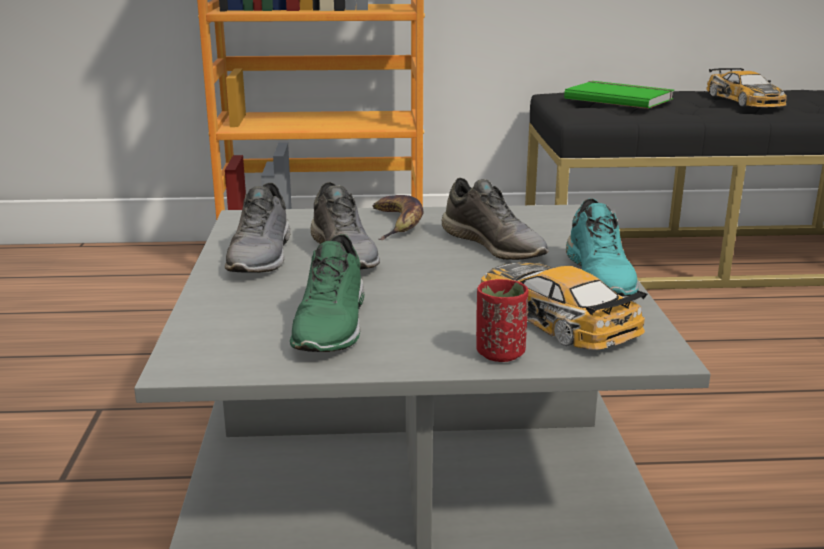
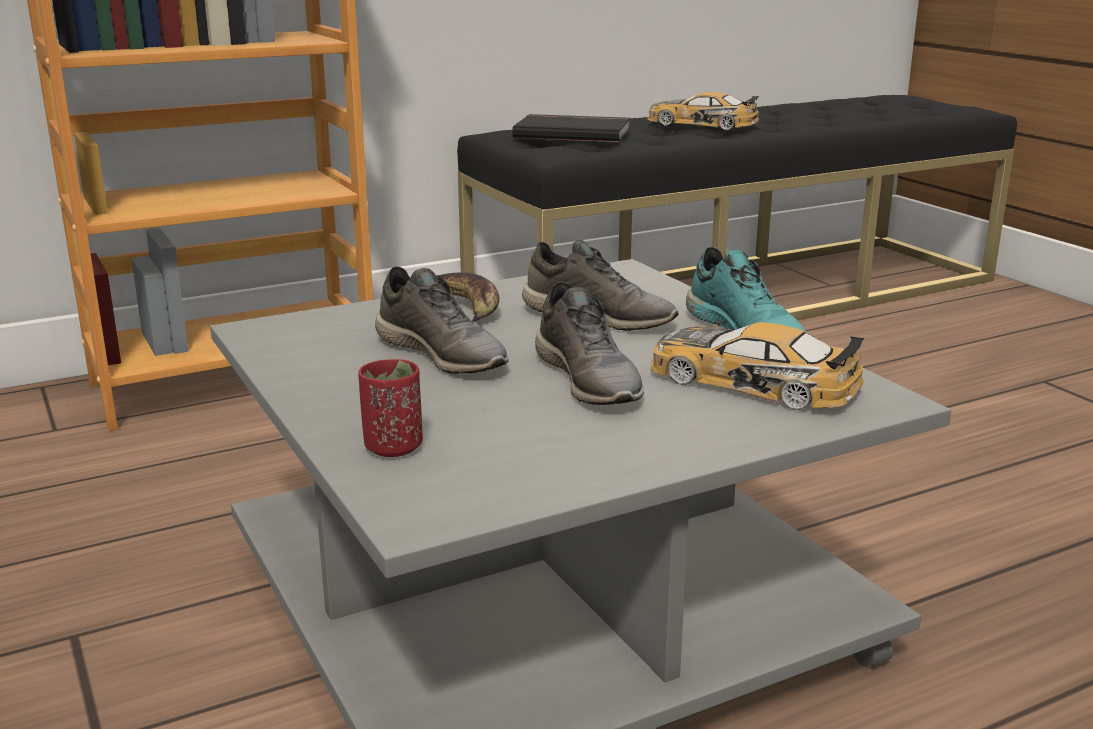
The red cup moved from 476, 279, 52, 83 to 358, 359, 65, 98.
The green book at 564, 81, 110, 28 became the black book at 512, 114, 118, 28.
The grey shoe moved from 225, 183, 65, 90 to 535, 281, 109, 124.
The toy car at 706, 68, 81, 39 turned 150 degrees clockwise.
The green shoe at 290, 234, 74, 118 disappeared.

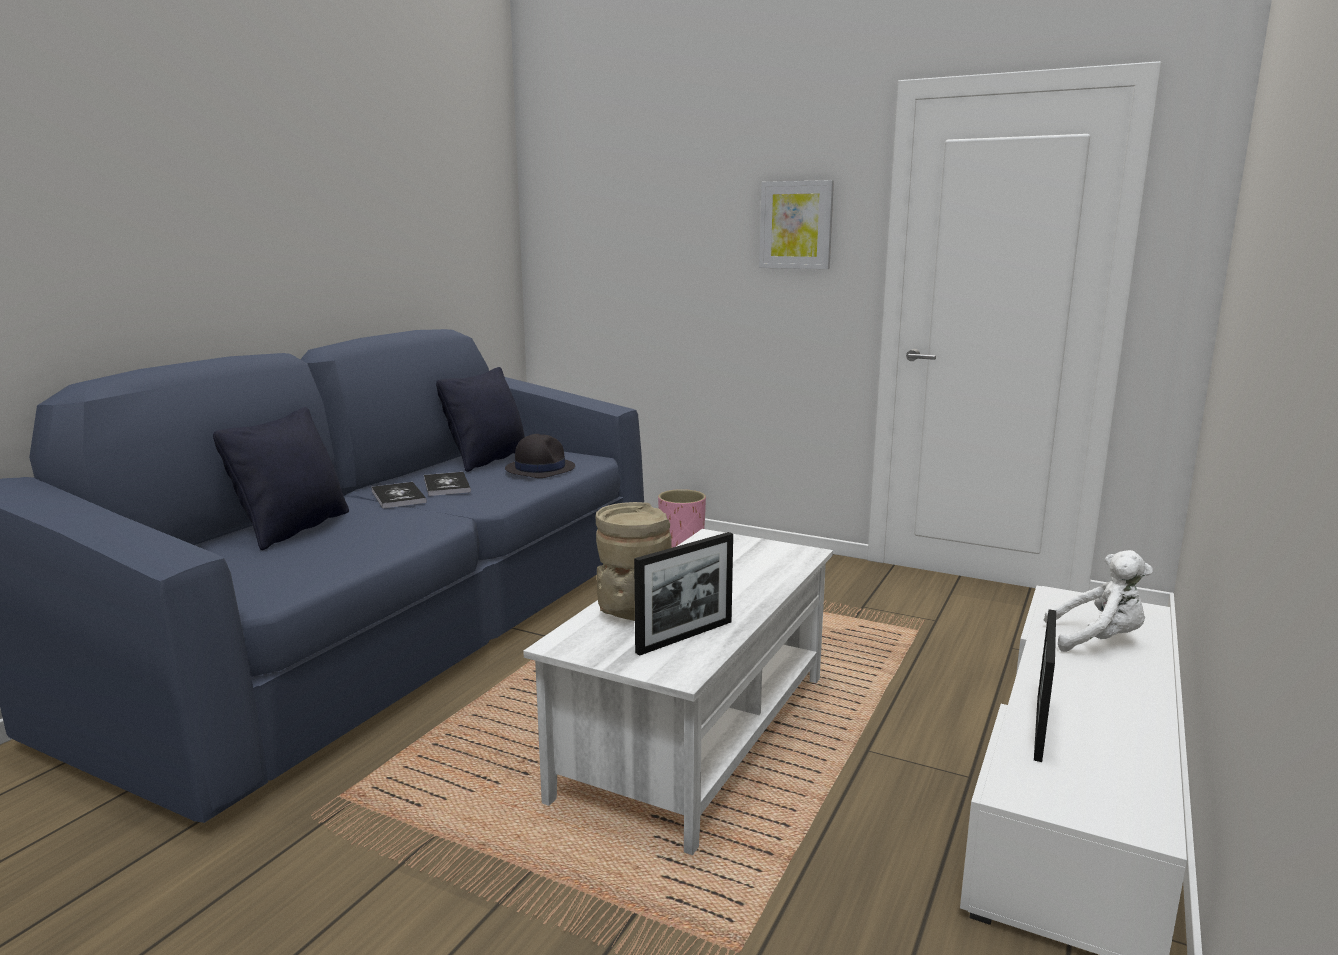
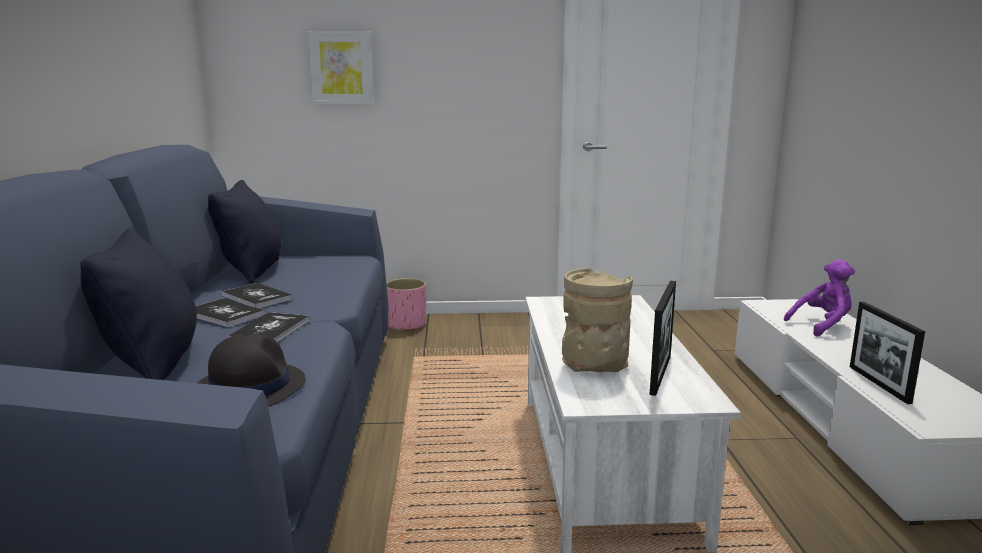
The black hat moved from 505, 434, 70, 44 to 198, 334, 107, 72.
The book at 228, 312, 82, 30 appeared.
The picture moved from 759, 180, 75, 89 to 308, 31, 66, 73.
The white plush toy at 1044, 550, 109, 102 became the purple plush toy at 784, 259, 71, 77.

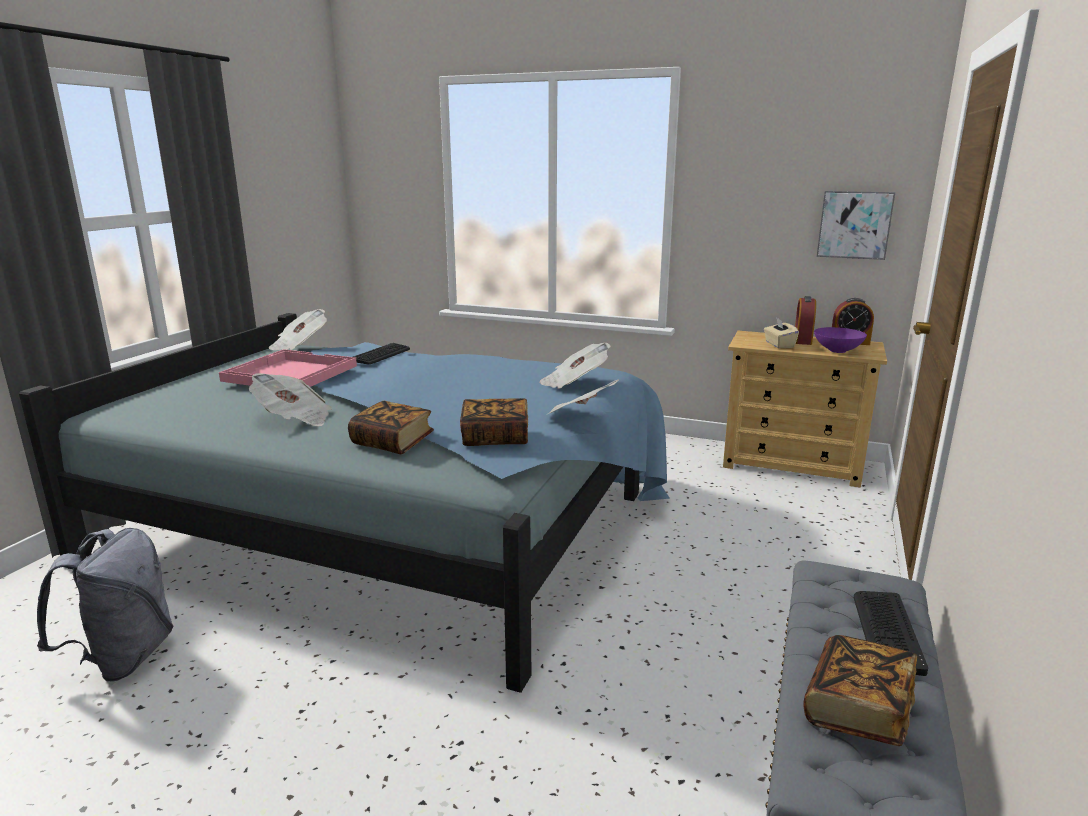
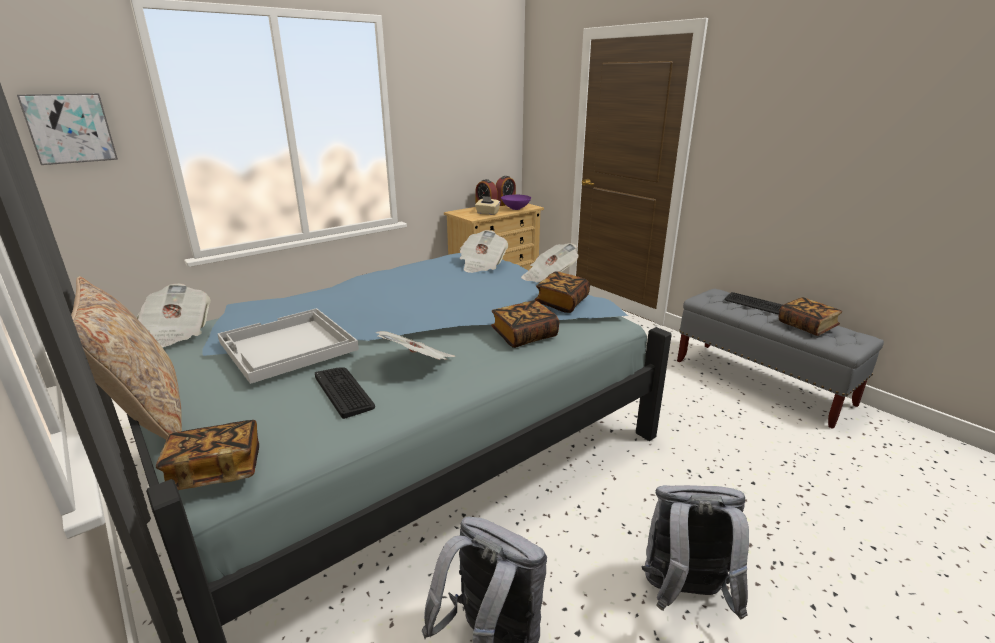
The picture moved from 817, 191, 78, 69 to 17, 93, 101, 72.
The beige pillow at 71, 276, 111, 164 appeared.
The book at 156, 420, 103, 70 appeared.
The pink tray at 219, 349, 138, 38 became the white tray at 217, 308, 142, 76.
The keyboard moved from 353, 343, 57, 21 to 315, 367, 60, 52.
The grey backpack at 642, 485, 107, 135 appeared.

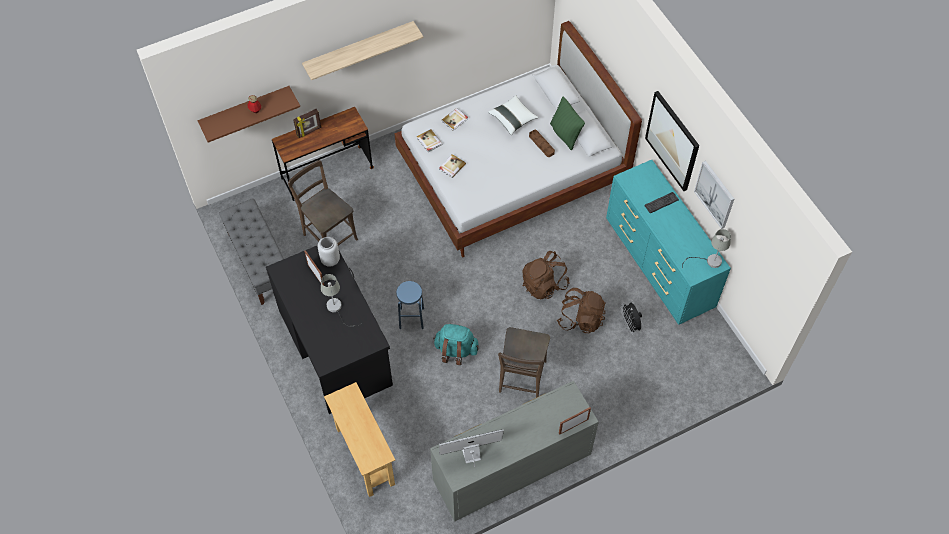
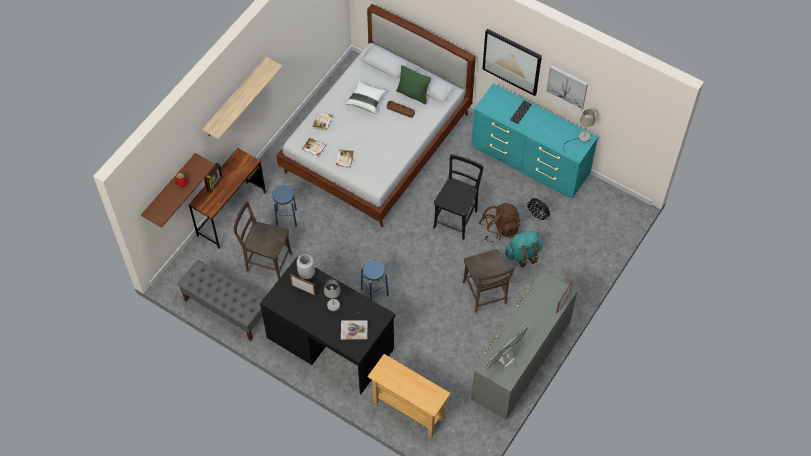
The blue stool at 272, 185, 25, 41 appeared.
The book at 341, 320, 27, 20 appeared.
The brown backpack at 522, 251, 47, 48 was replaced by the black chair at 433, 154, 51, 86.
The turquoise backpack moved from 433, 324, 46, 41 to 505, 231, 37, 36.

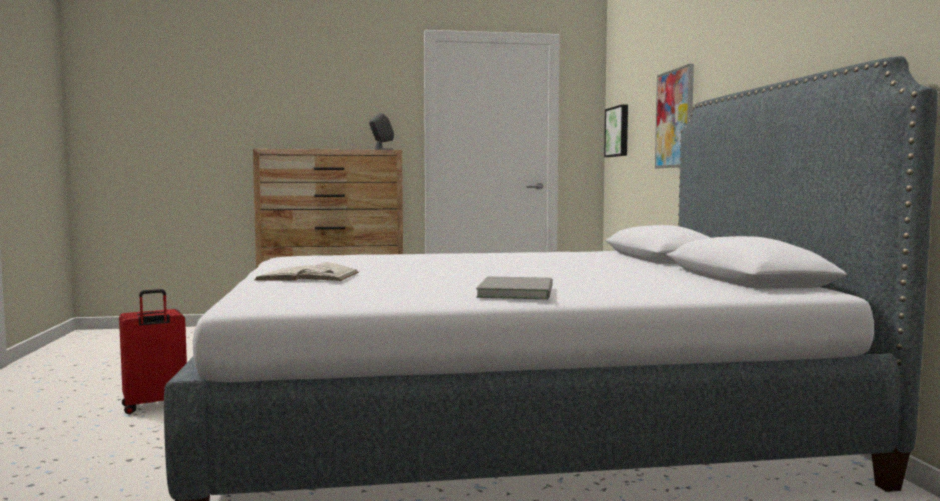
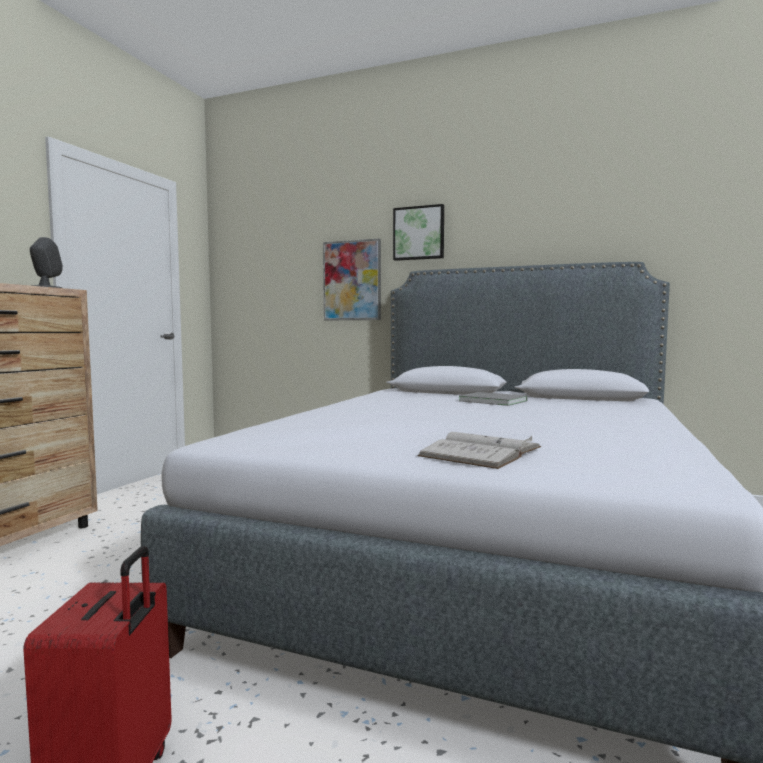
The picture moved from 604, 104, 24, 53 to 393, 204, 51, 57.
The grey book moved from 476, 276, 77, 23 to 459, 392, 69, 14.

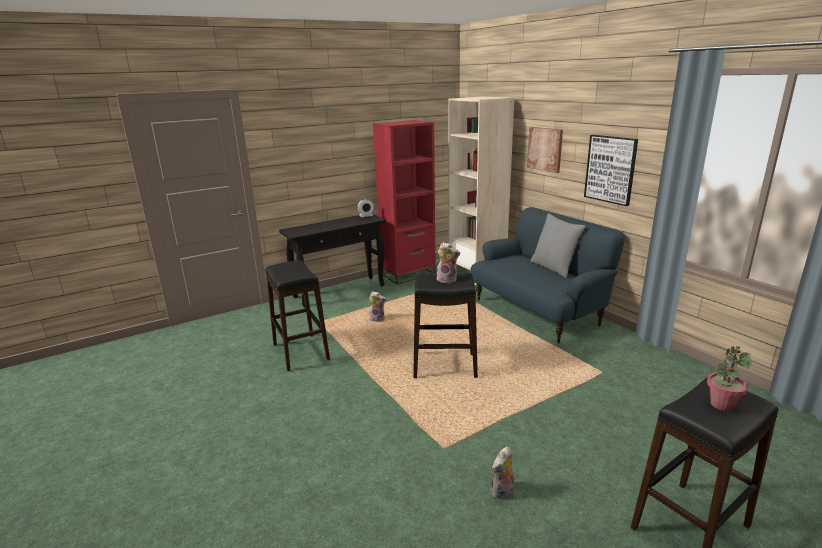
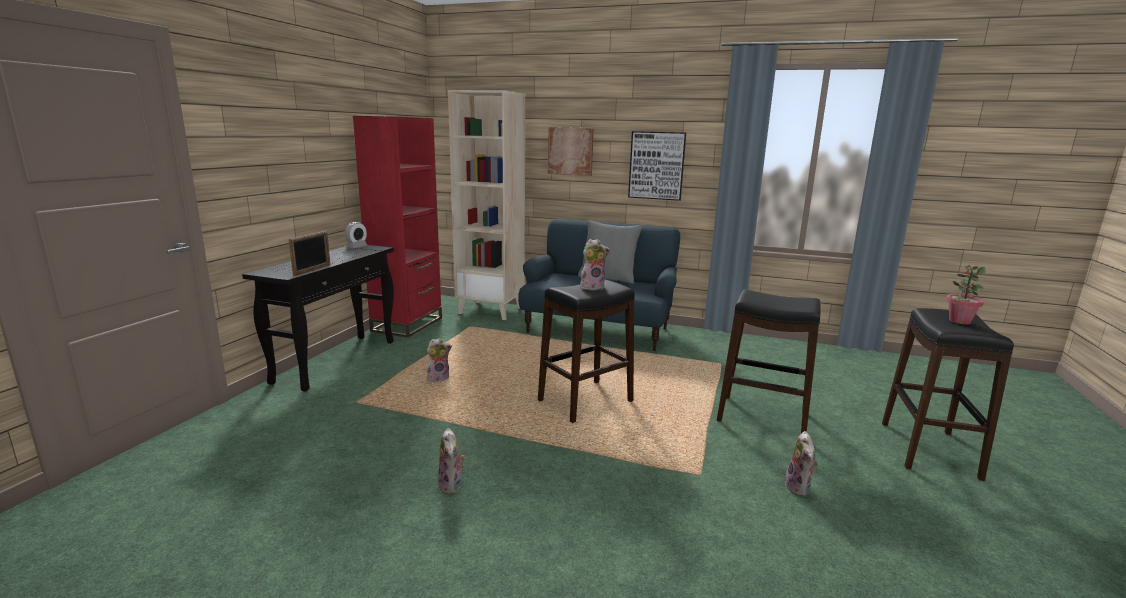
The picture frame at 289, 231, 41, 45 appeared.
The plush toy at 438, 428, 28, 66 appeared.
The black stool moved from 265, 260, 65, 111 to 717, 289, 104, 144.

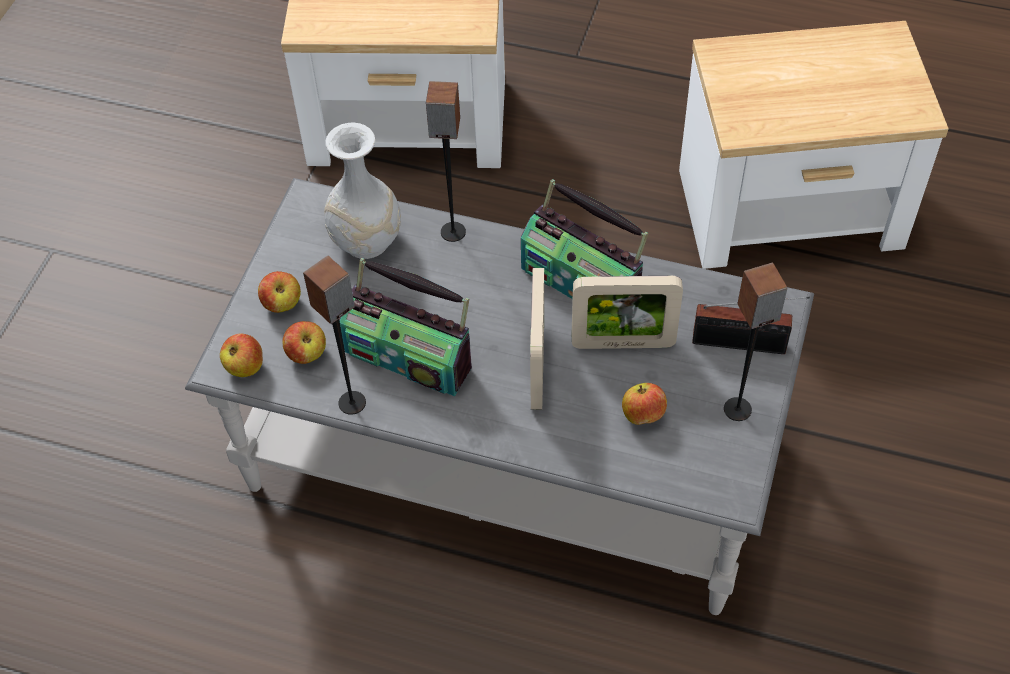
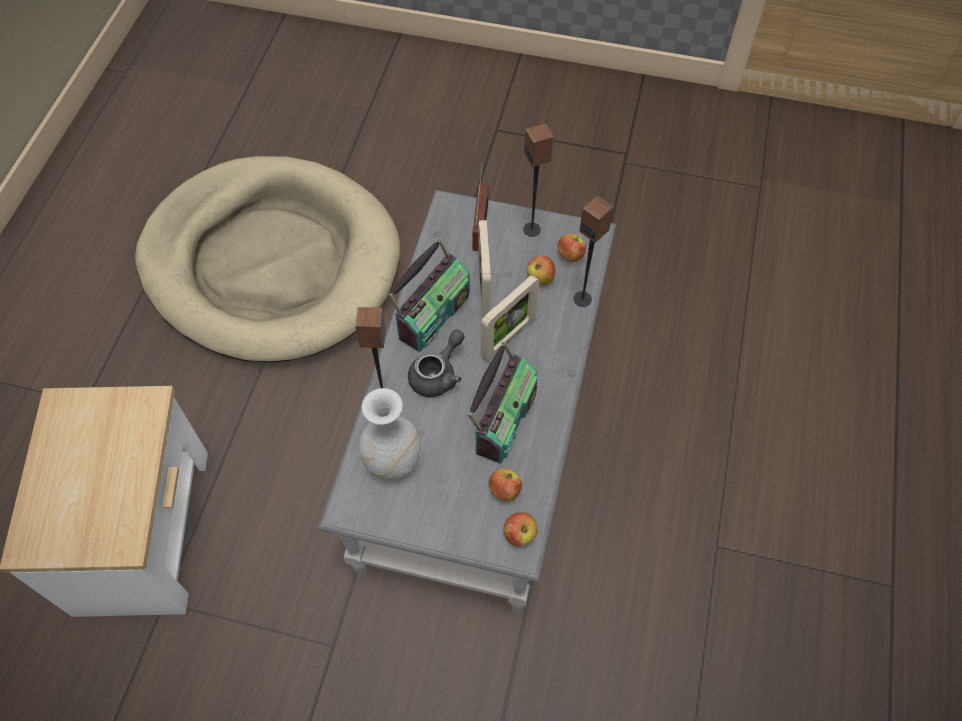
The side table at 679, 21, 270, 248 was replaced by the beige dog bed at 135, 156, 265, 206.
The grey teapot at 408, 329, 57, 68 appeared.
The picture frame at 530, 268, 14, 142 turned 135 degrees clockwise.
The apple moved from 258, 271, 43, 42 to 557, 234, 29, 28.
The speaker moved from 303, 256, 63, 159 to 573, 196, 41, 111.

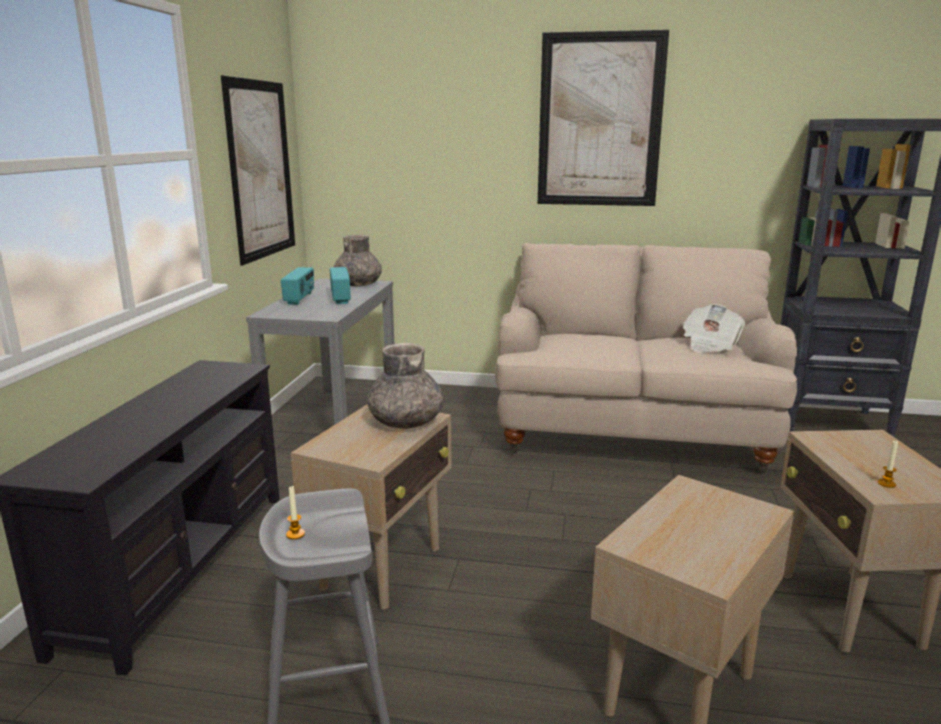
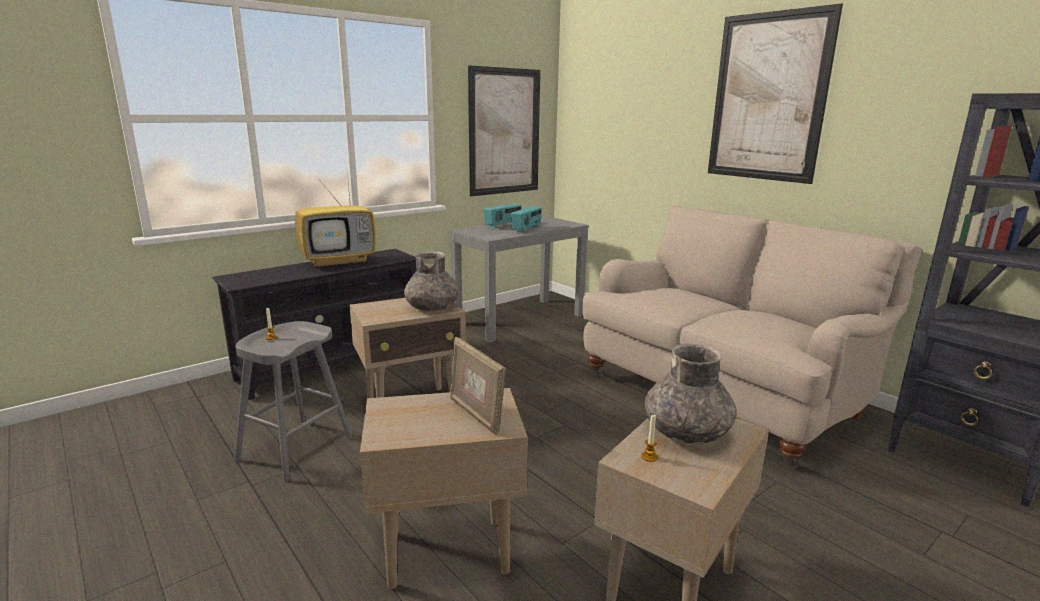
The television at 295, 171, 81, 97 appeared.
The picture frame at 450, 337, 56, 98 appeared.
The grey vase moved from 334, 235, 48, 51 to 645, 344, 92, 100.
The newspaper at 682, 304, 63, 49 disappeared.

